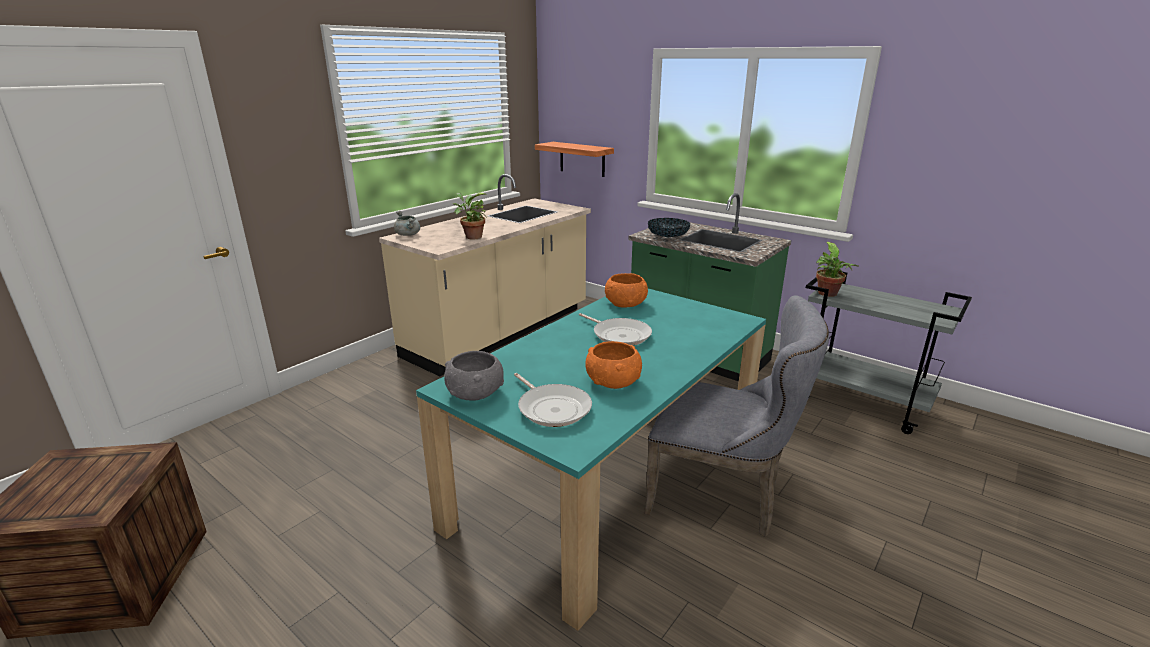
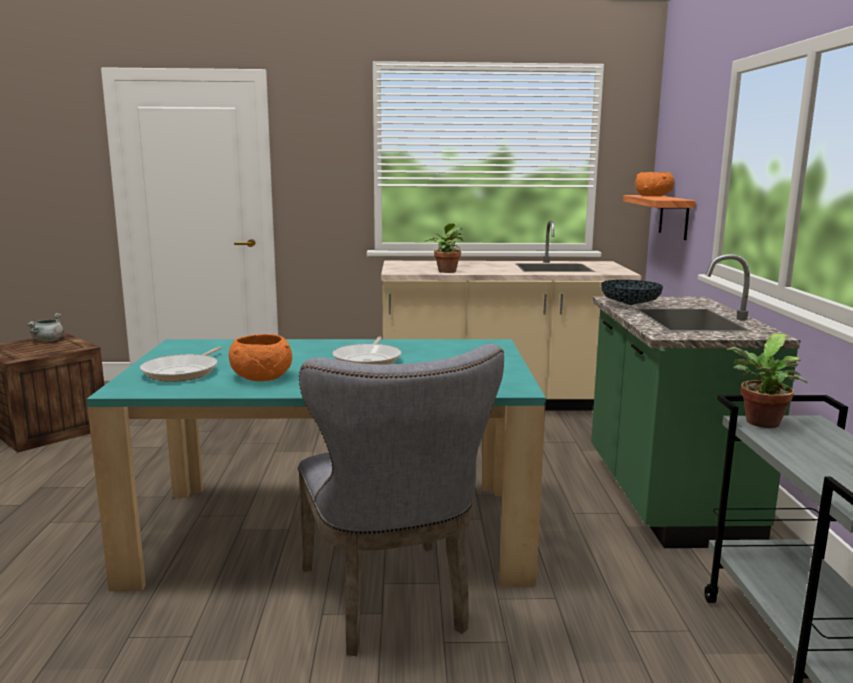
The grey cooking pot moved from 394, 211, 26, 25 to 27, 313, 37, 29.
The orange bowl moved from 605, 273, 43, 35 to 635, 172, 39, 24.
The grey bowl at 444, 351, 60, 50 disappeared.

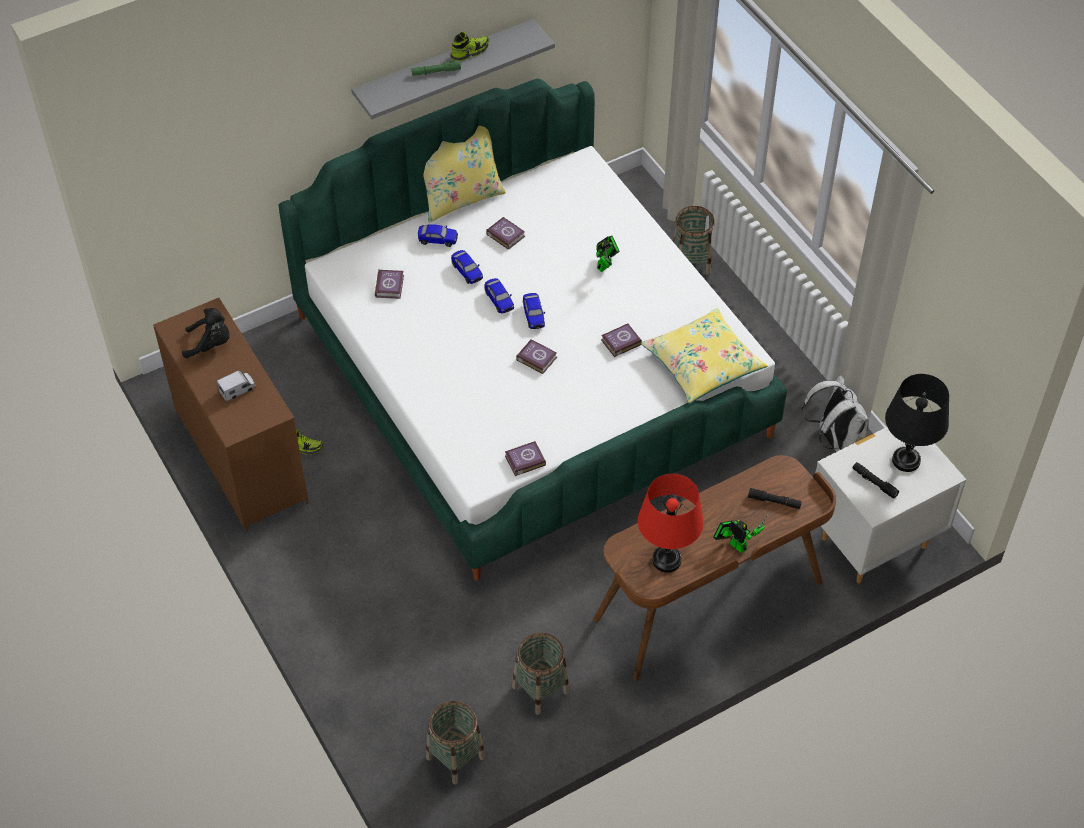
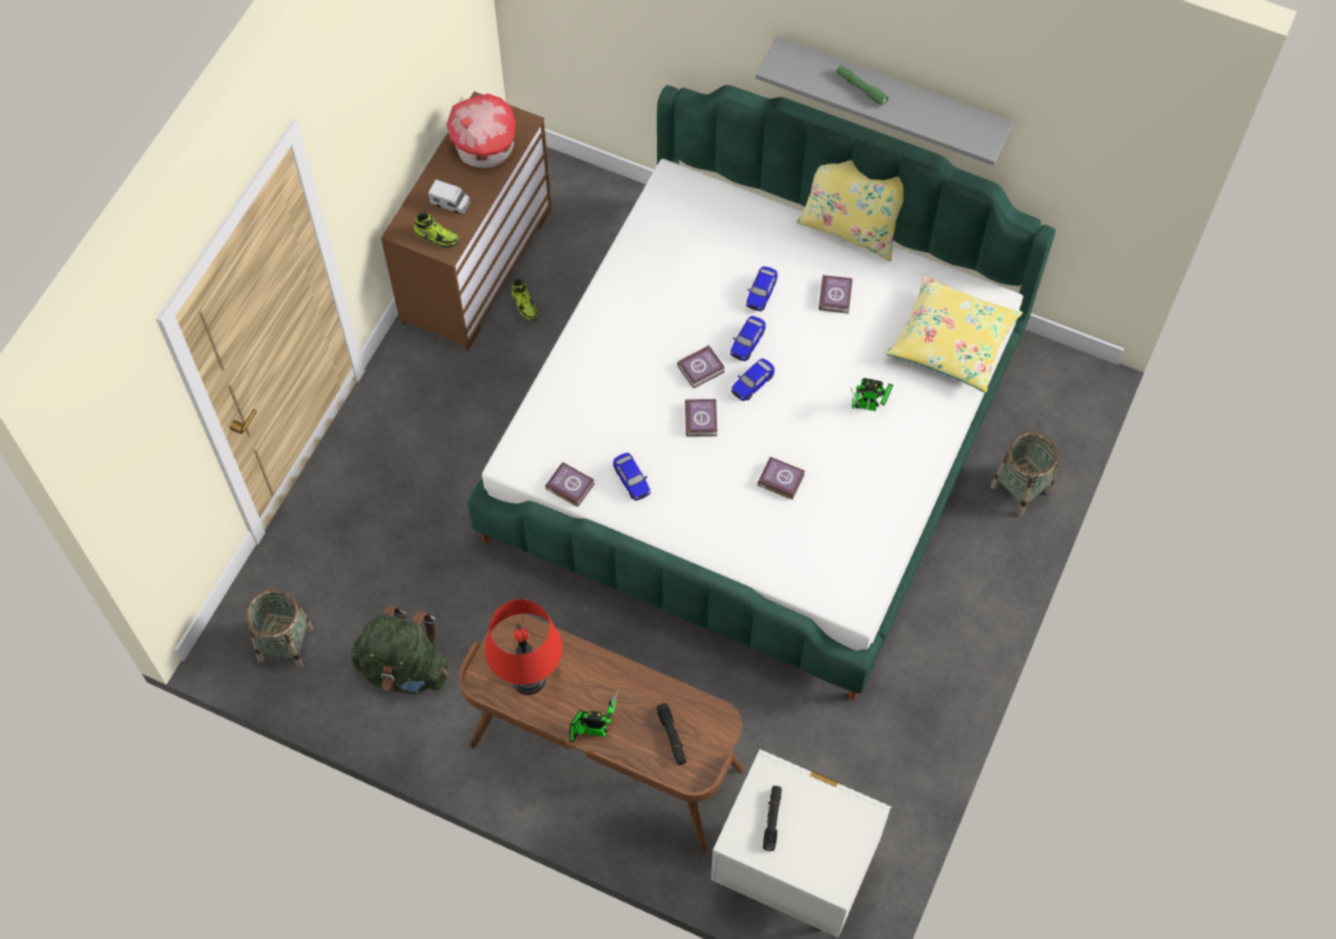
The basket at 512, 633, 57, 82 was replaced by the green backpack at 351, 605, 98, 89.
The shoe moved from 451, 32, 38, 29 to 413, 212, 47, 36.
The black plush toy at 182, 308, 47, 50 was replaced by the toy house at 447, 94, 69, 74.
The toy robot at 713, 514, 56, 39 turned 90 degrees counterclockwise.
The toy car moved from 418, 224, 40, 23 to 613, 453, 37, 48.
The book moved from 375, 269, 29, 30 to 677, 345, 48, 44.
The yellow pillow moved from 641, 308, 126, 95 to 885, 275, 138, 118.
The white backpack at 802, 376, 67, 76 disappeared.
The black table lamp at 885, 374, 64, 98 disappeared.

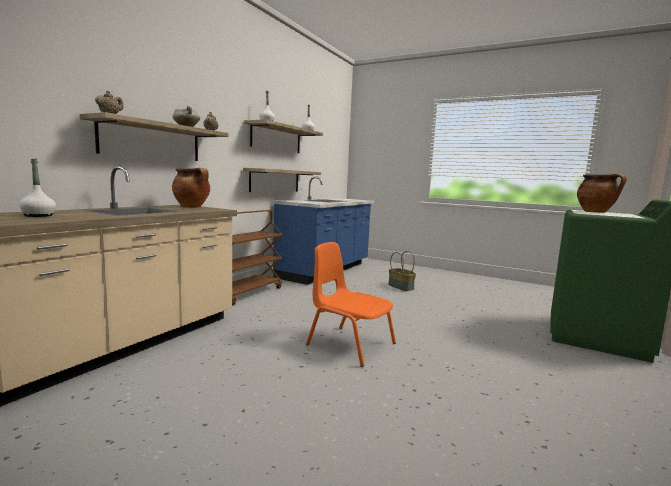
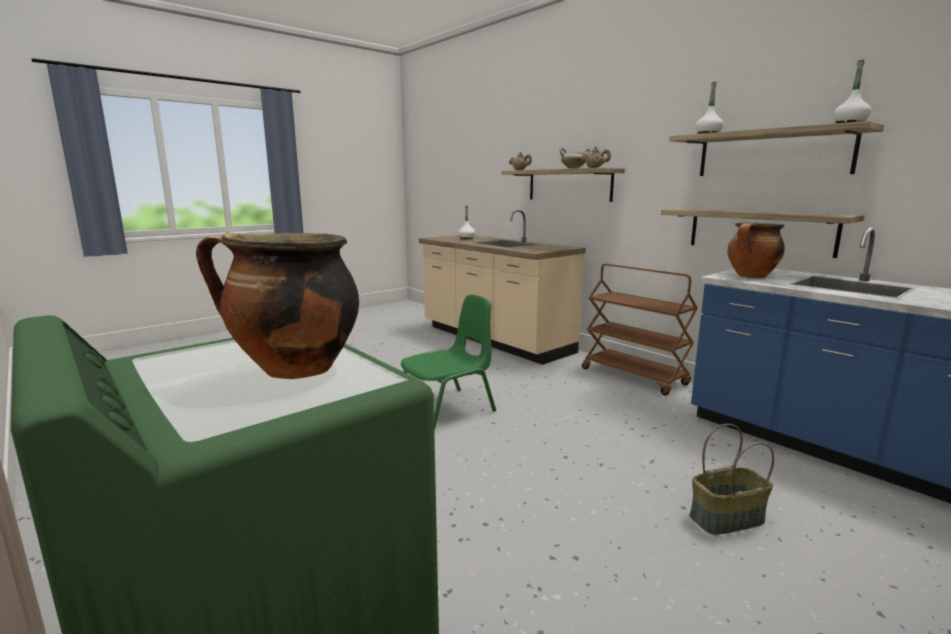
The orange chair at 306, 242, 90, 125 became the green chair at 401, 294, 95, 137.
The cooking pot moved from 172, 168, 38, 40 to 728, 222, 57, 56.

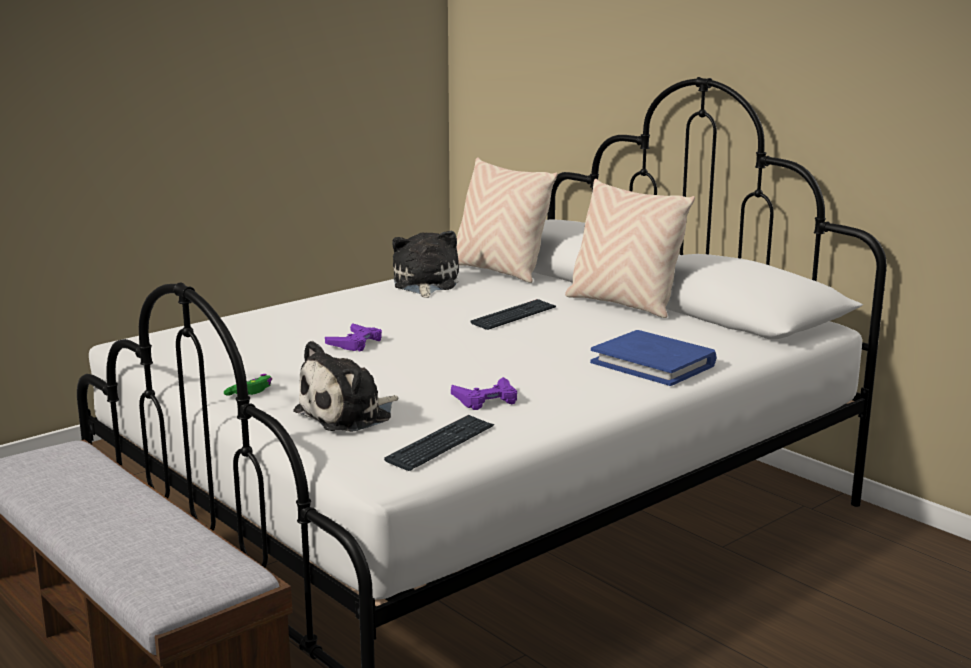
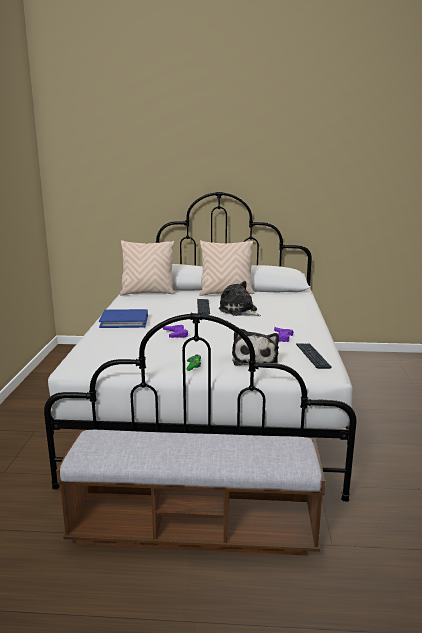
The blue book moved from 590, 330, 126, 56 to 99, 309, 49, 19.
The plush toy moved from 392, 231, 67, 67 to 219, 281, 42, 35.

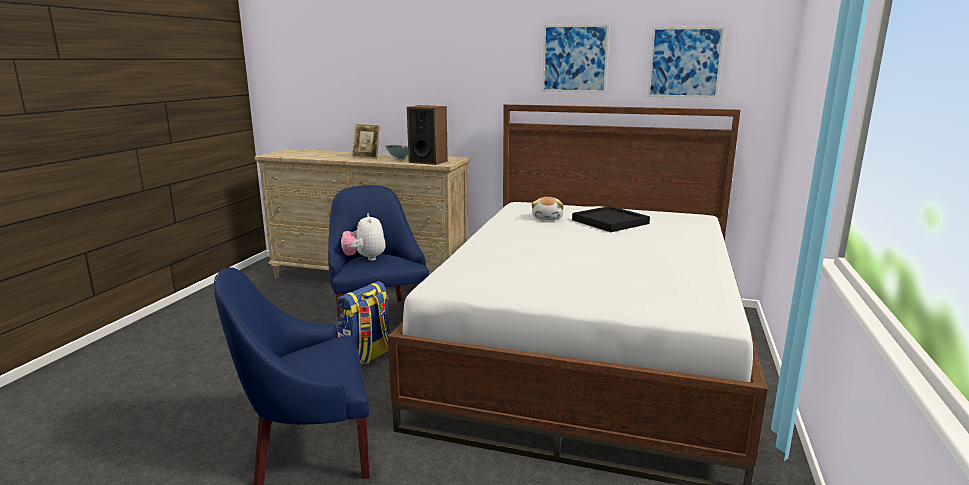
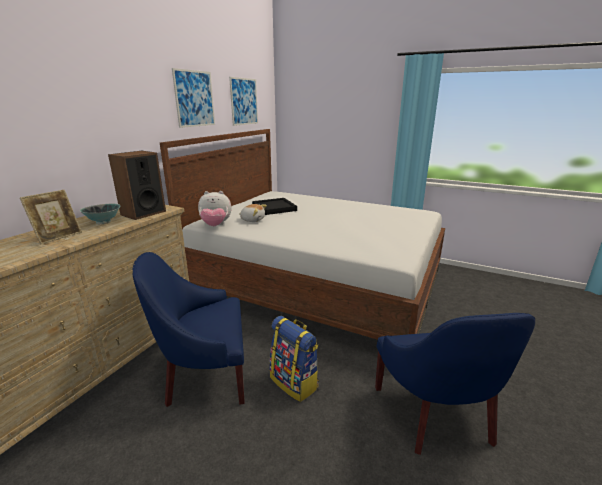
The plush toy moved from 341, 214, 45, 47 to 198, 191, 33, 35.

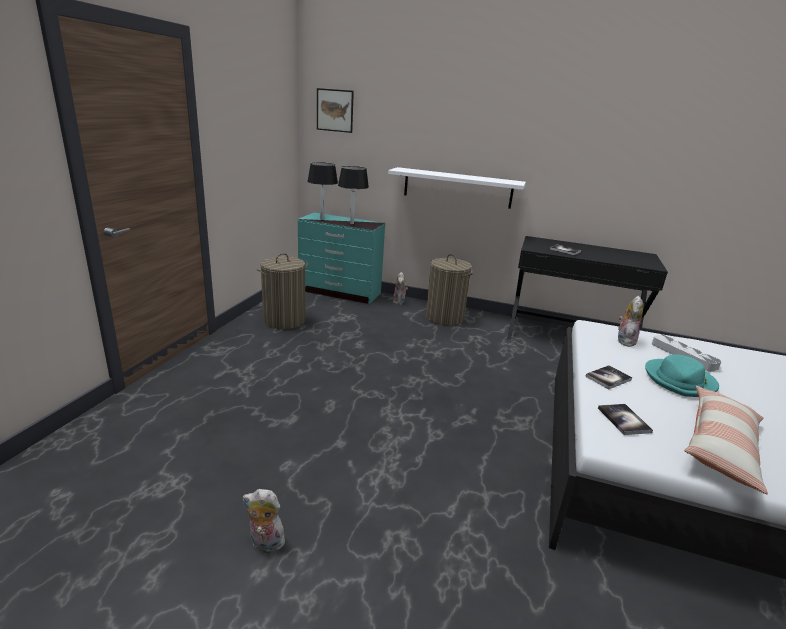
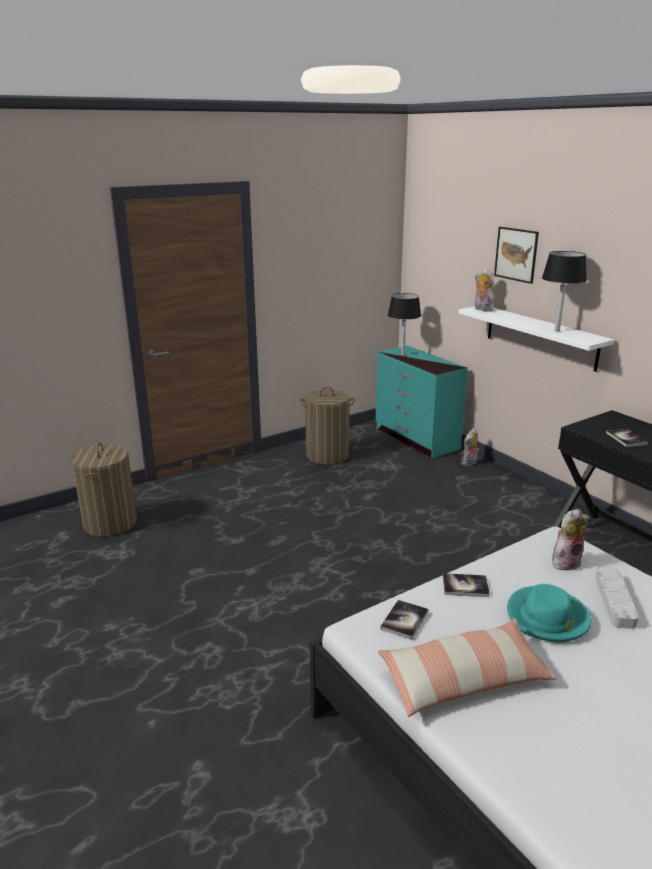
The laundry basket moved from 426, 254, 47, 72 to 71, 443, 66, 94.
The plush toy moved from 243, 489, 45, 63 to 475, 269, 19, 42.
The picture moved from 317, 88, 37, 45 to 494, 227, 45, 57.
The black table lamp moved from 338, 166, 31, 58 to 542, 251, 45, 80.

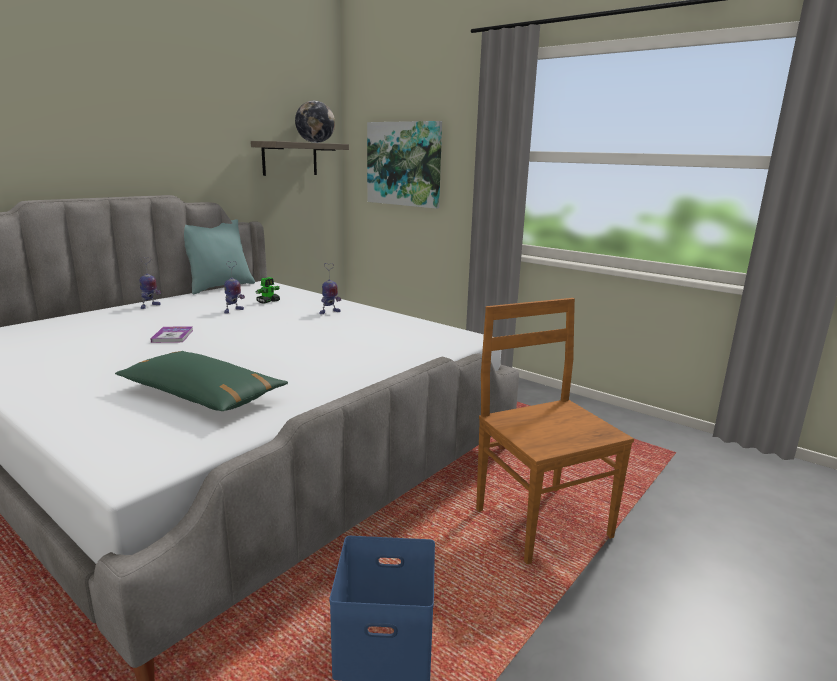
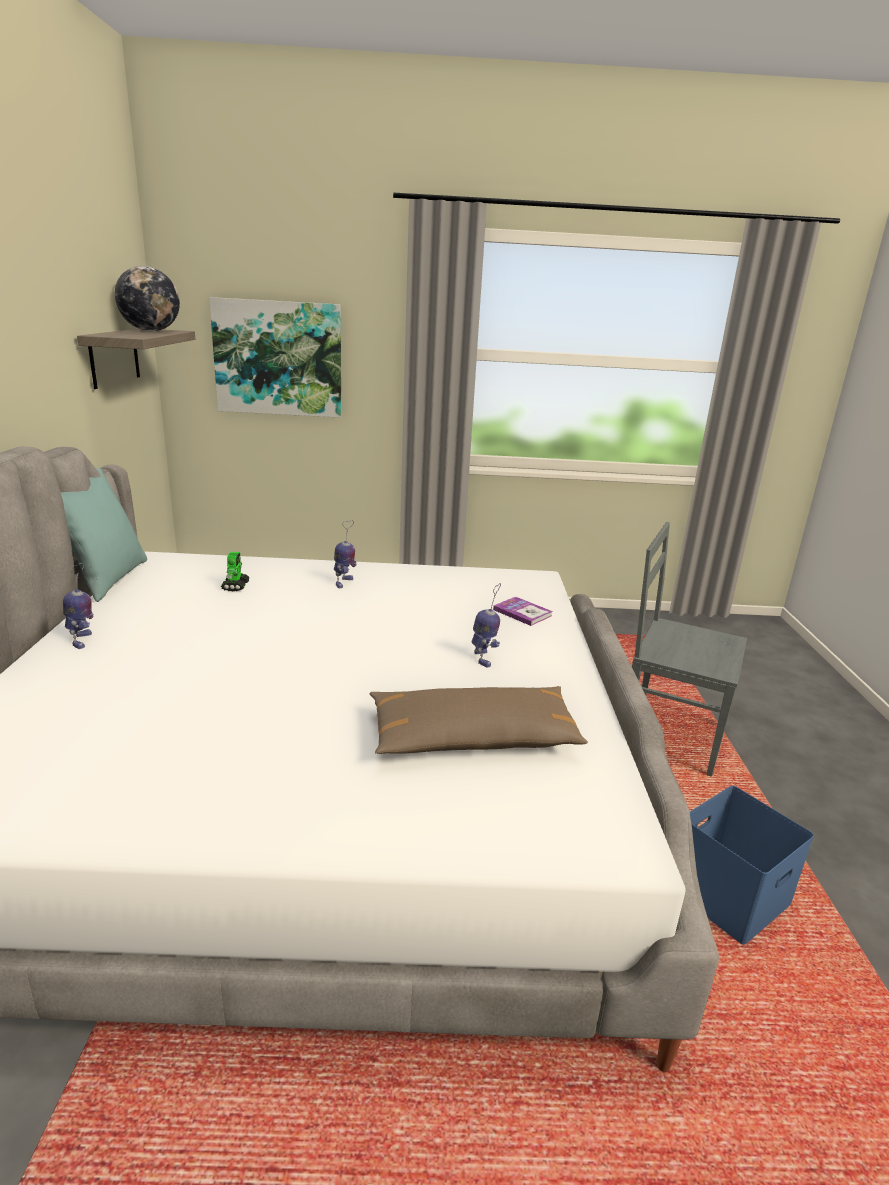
The green pillow at 115, 351, 173, 60 became the brown pillow at 370, 686, 218, 68.
The toy robot moved from 224, 261, 21, 52 to 471, 583, 30, 85.
The book moved from 151, 326, 42, 17 to 493, 597, 60, 29.
The brown chair at 476, 298, 158, 266 became the grey chair at 632, 522, 115, 255.

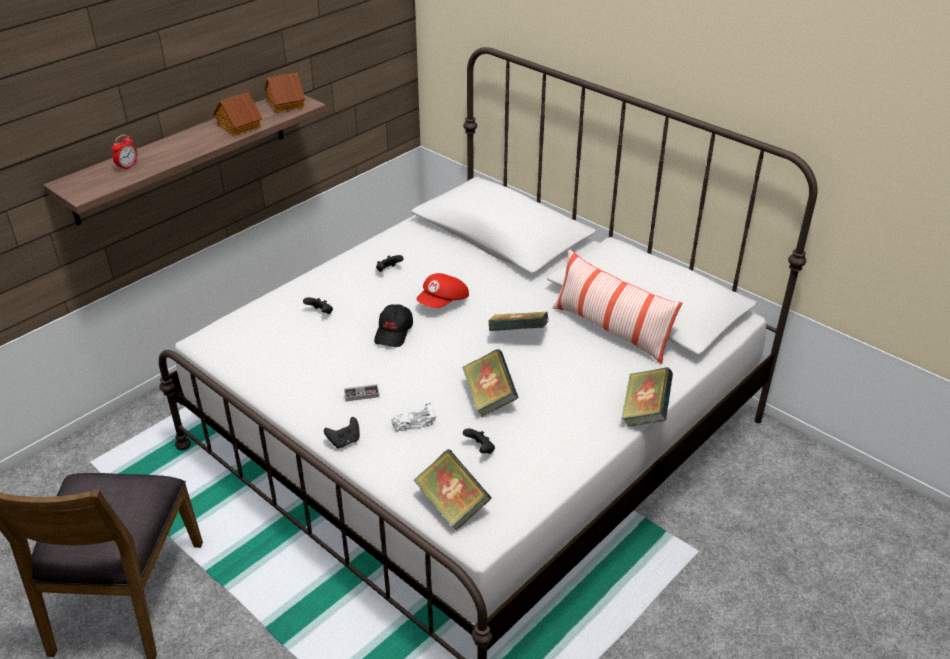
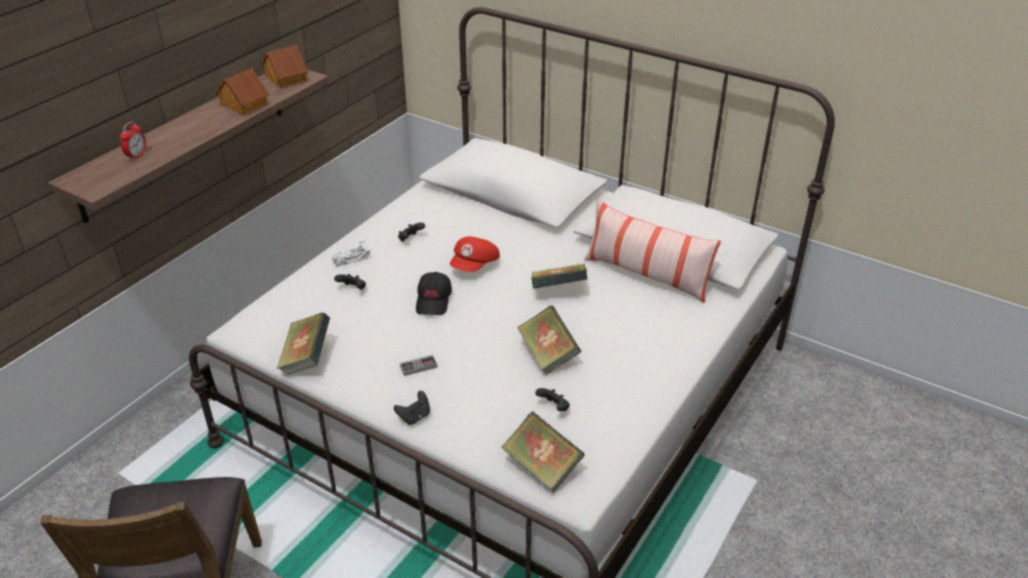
The book moved from 621, 367, 52, 60 to 276, 313, 54, 63.
The white toy car moved from 392, 403, 44, 29 to 332, 241, 38, 26.

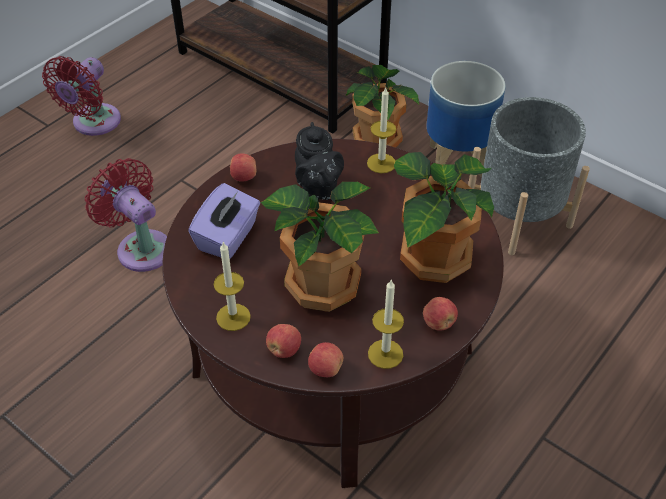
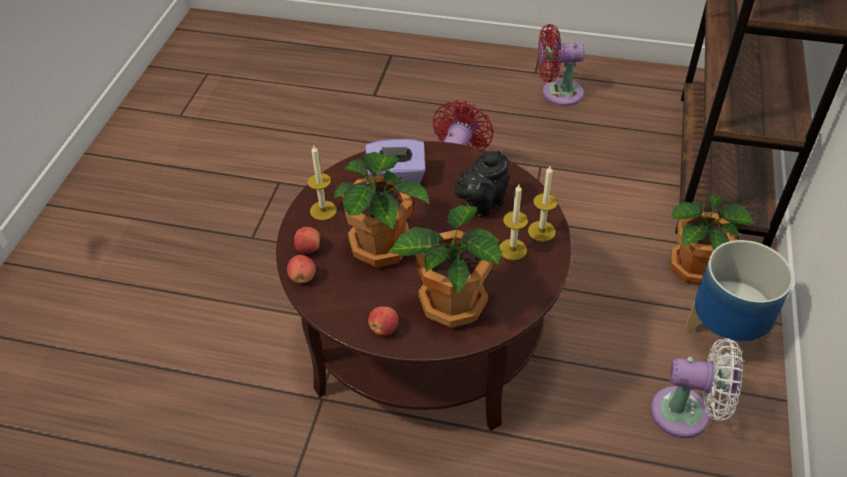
The candle moved from 368, 280, 36, 89 to 499, 184, 29, 76.
The grey planter at 468, 97, 122, 158 was replaced by the white fan at 651, 338, 92, 100.
The apple at 229, 153, 27, 29 disappeared.

